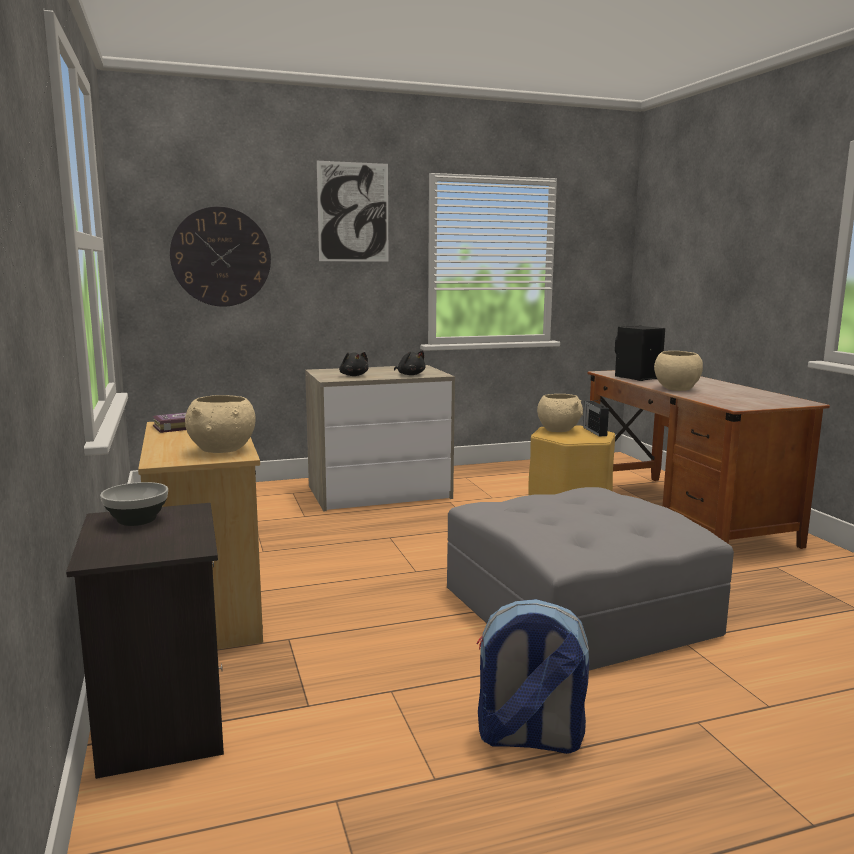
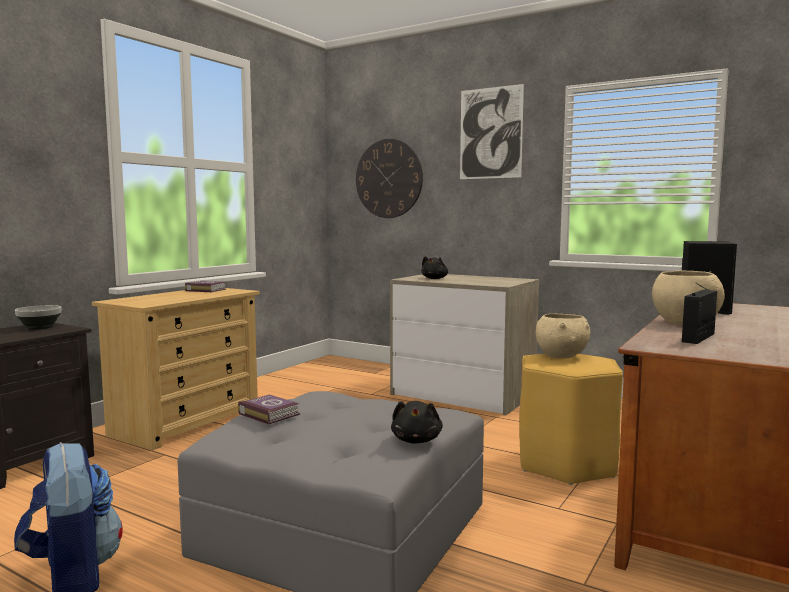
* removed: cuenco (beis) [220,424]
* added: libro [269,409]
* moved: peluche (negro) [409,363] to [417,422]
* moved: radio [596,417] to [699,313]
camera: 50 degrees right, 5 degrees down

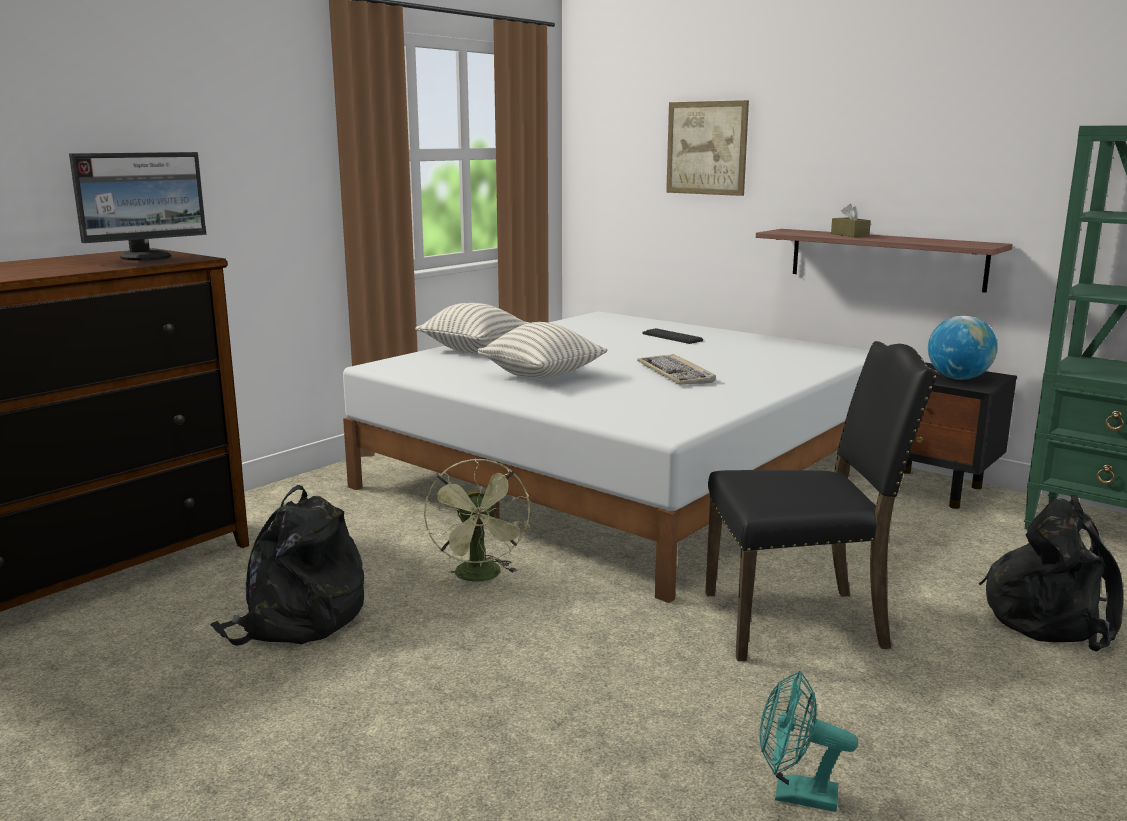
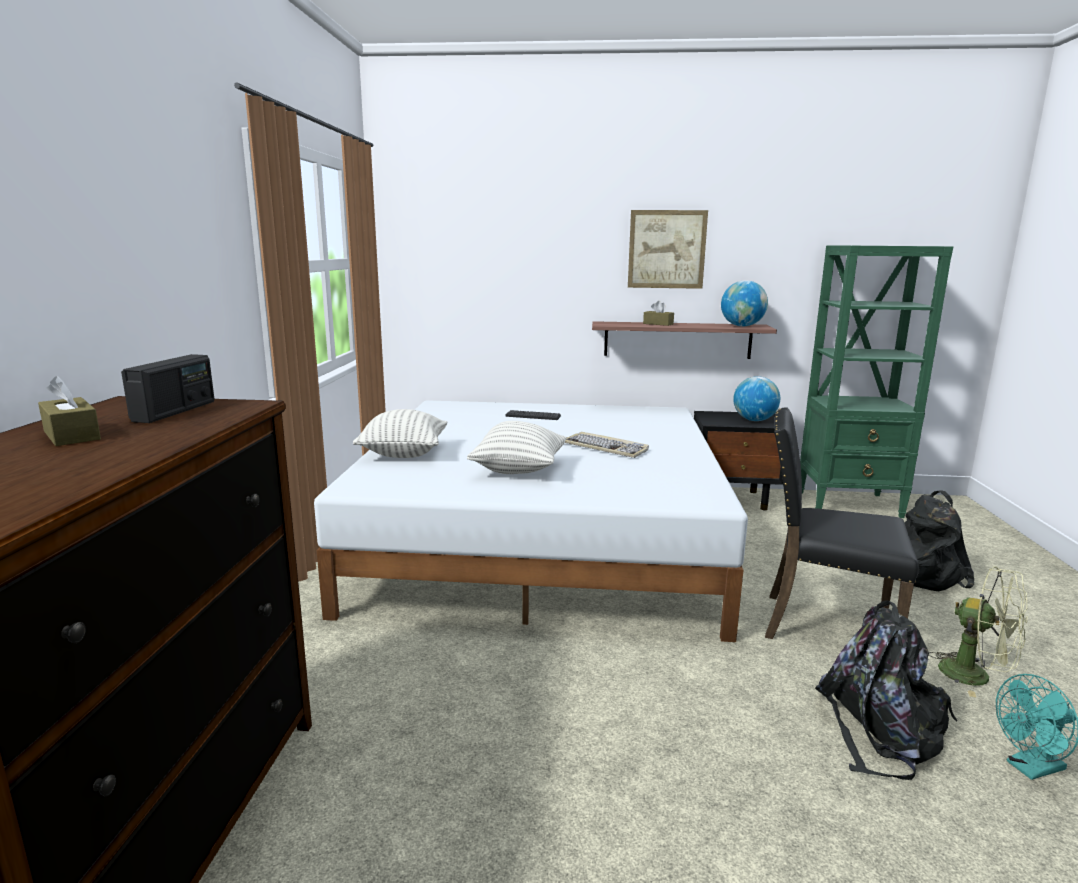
* added: caja de pañuelos (marrón) [69,411]
* added: globo terráqueo [744,303]
* moved: mochila (negro) [287,565] to [886,690]
* moved: ventilador (verde) [477,520] to [978,631]
* moved: cuadro [707,148] to [668,249]
* replaced: monitor [137,206] to radio [168,388]
* turned: silla (negro) [822,501] = [842,523] 120 degrees counterclockwise
camera: 35 degrees left, 0 degrees up

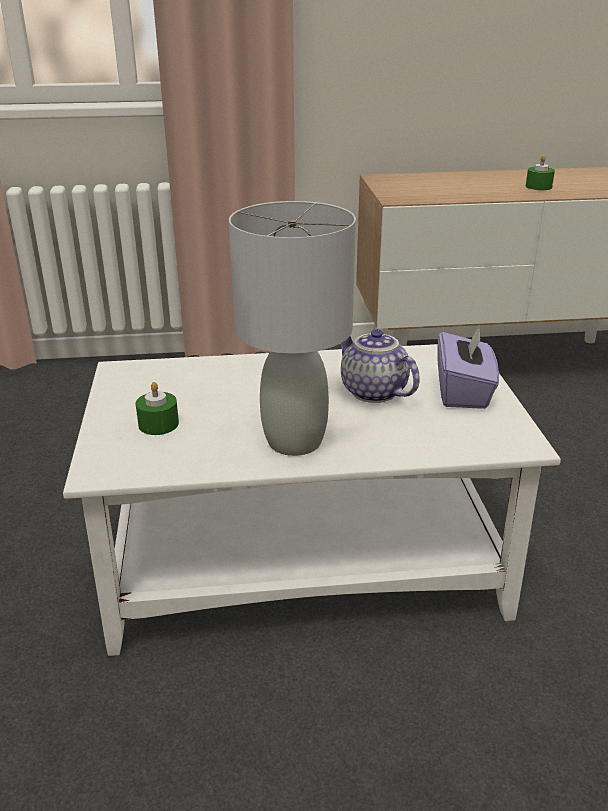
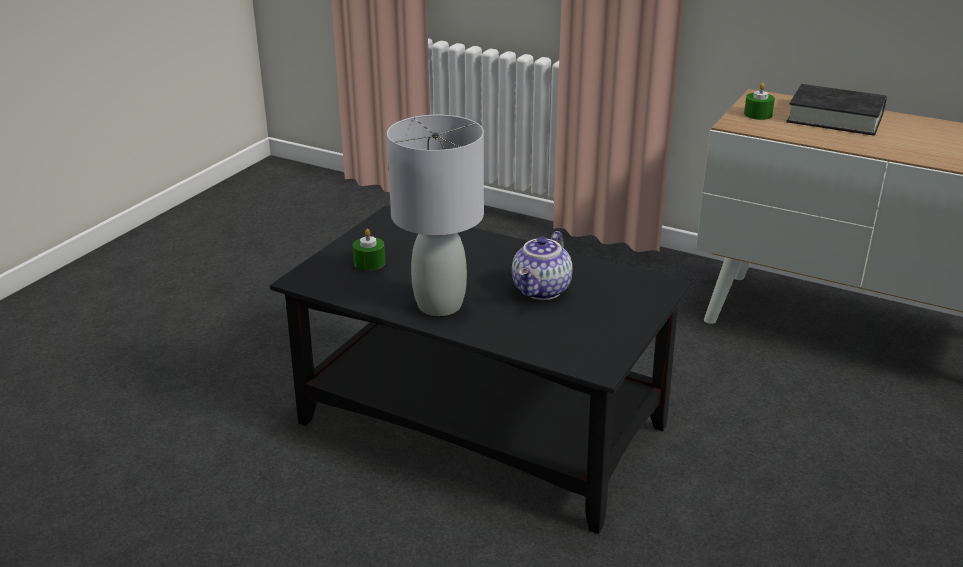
* removed: caja de pañuelos (morado) [468,366]
* added: libro (negro) [837,110]
* moved: vela (verde) [540,172] to [759,101]
* recoloured: mesa de centro (blanco) [312,500] to mesa de centro (negro) [481,370]
* turned: tetera [380,366] = [542,265] 150 degrees counterclockwise
camera: 35 degrees right, 0 degrees up

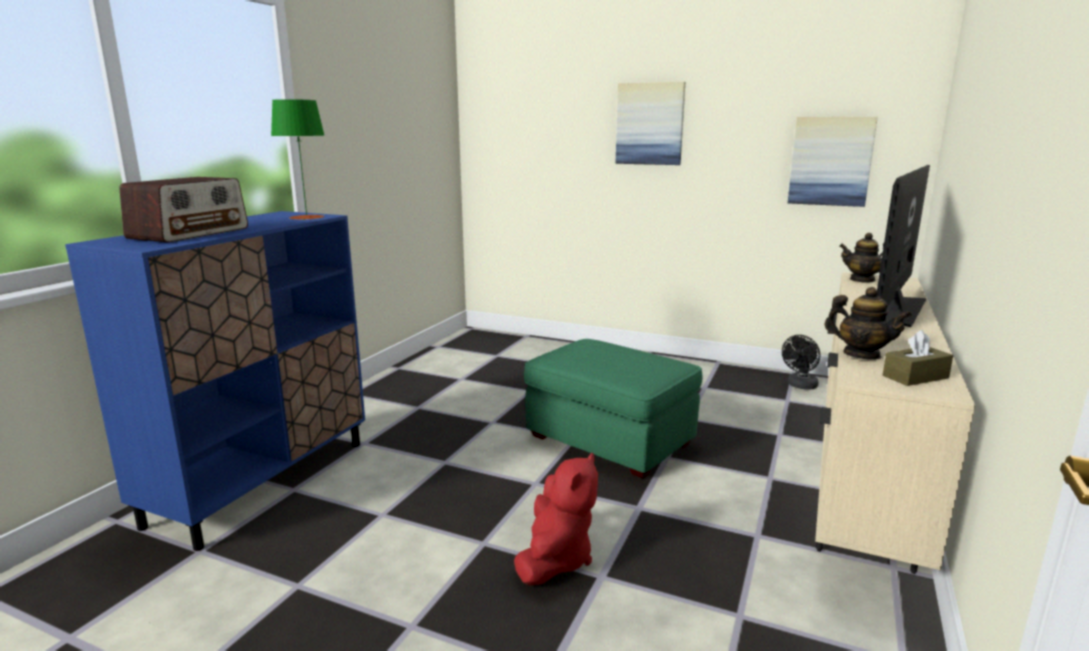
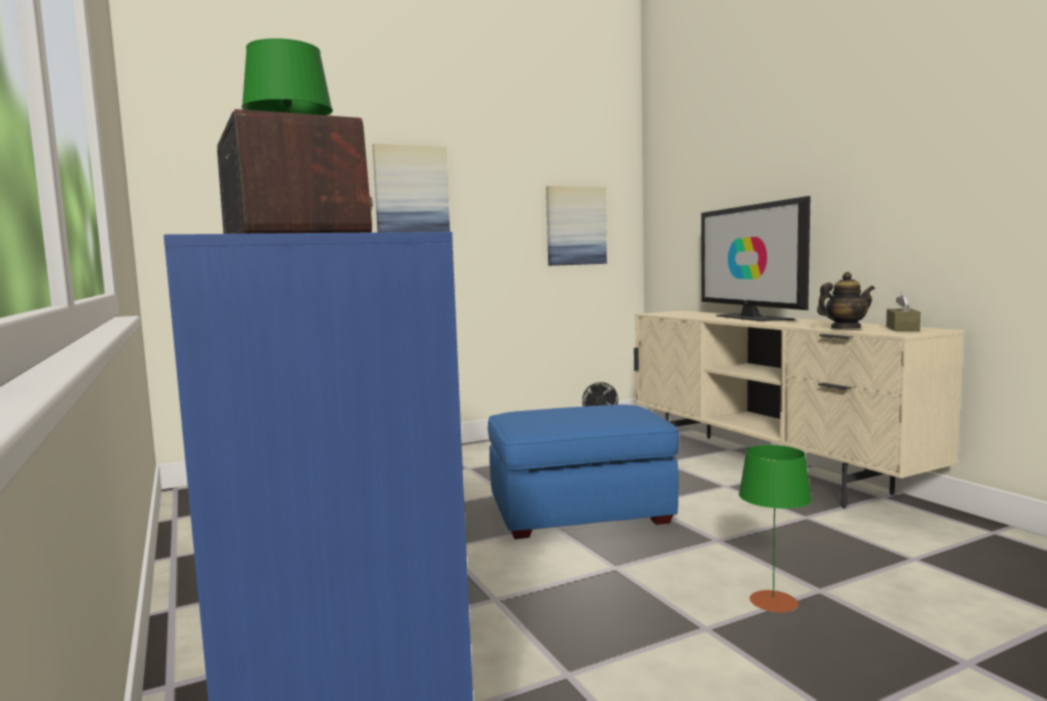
* removed: tetera [861,258]
* replaced: peluche (rojo) [556,519] to lámpara de mesa (verde) [775,529]
* recoloured: puf (verde) [613,408] to puf (azul) [583,471]
camera: 50 degrees left, 10 degrees down

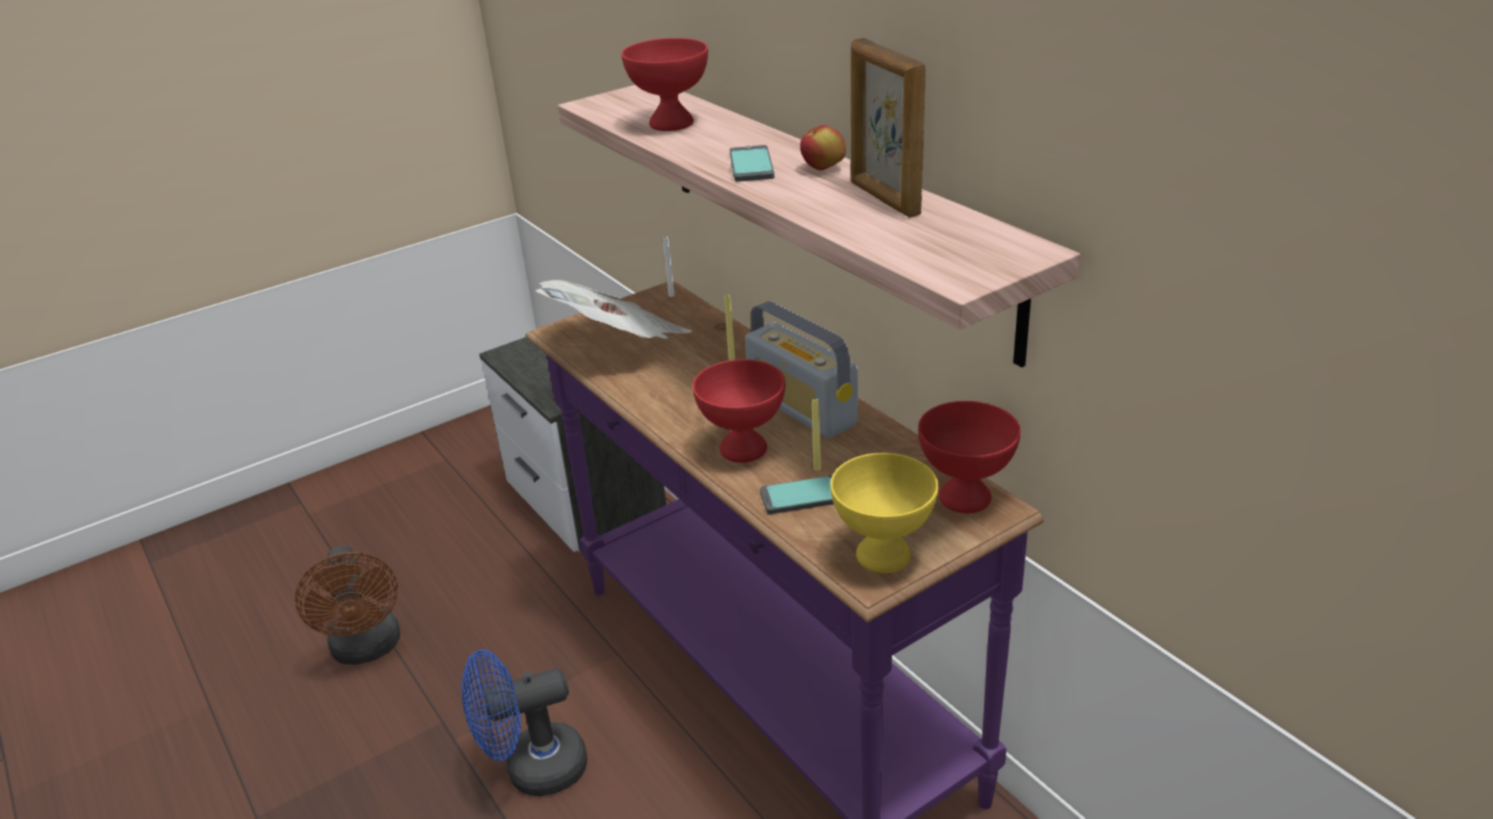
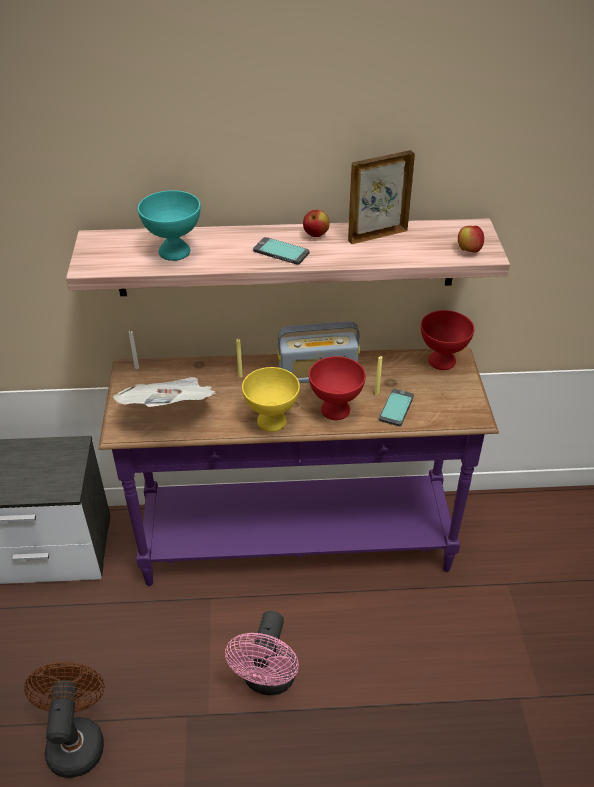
* added: manzana [471,239]
* moved: cuenco (amarillo) [884,513] to [271,399]
* recoloured: ventilador (azul) [524,723] to ventilador (rosa) [262,653]
* recoloured: cuenco (rojo) [664,84] to cuenco (turquesa) [169,225]
* turned: ventilador (marrón) [347,605] = [64,720] 105 degrees counterclockwise
* turned: portarretratos [888,128] = [381,197] 150 degrees clockwise
camera: 60 degrees left, 10 degrees up

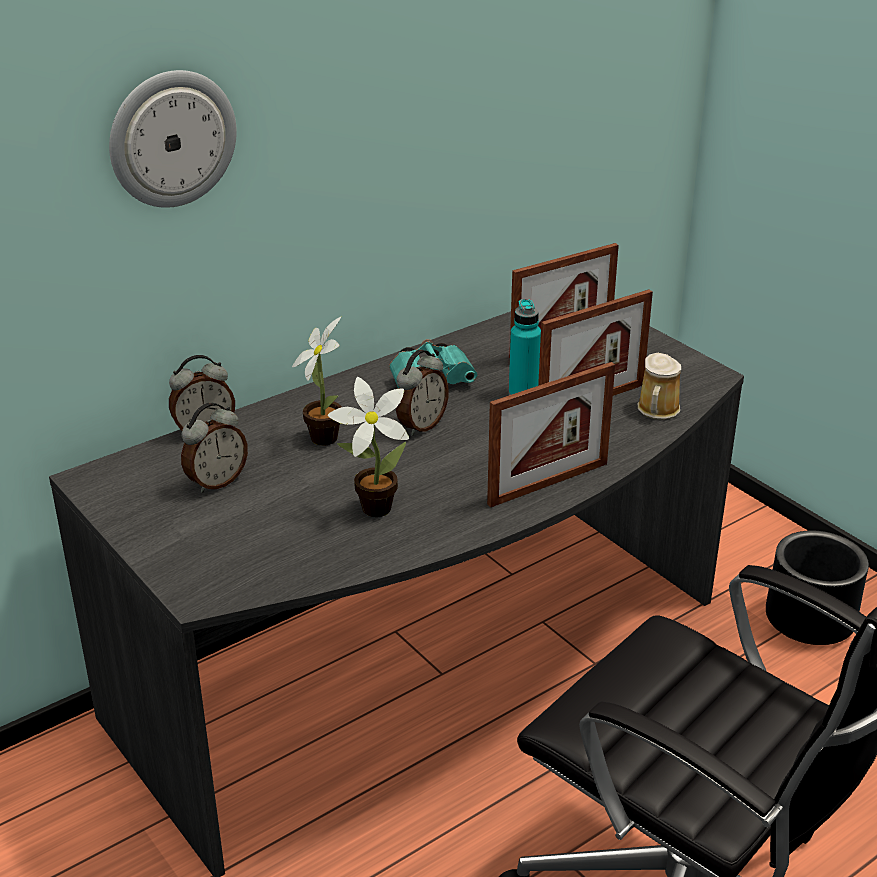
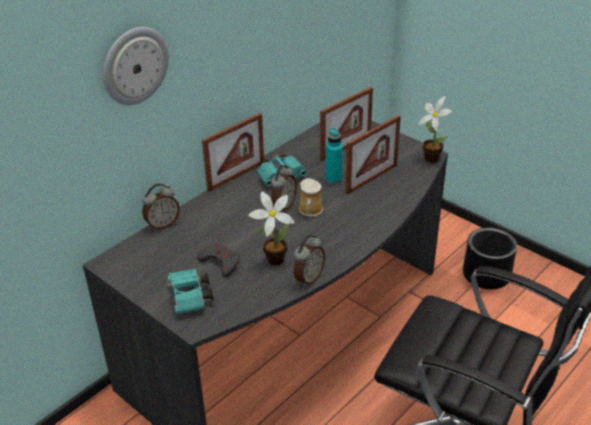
* added: prismáticos (turquesa) [191,292]
* added: mando de consola (gris) [218,260]
* moved: despertador [214,447] to [309,261]
* moved: planta en maceta [317,381] to [435,129]
* moved: portarretratos [551,434] to [233,152]
* moved: taza grande [659,386] to [311,197]
camera: 10 degrees left, 5 degrees up

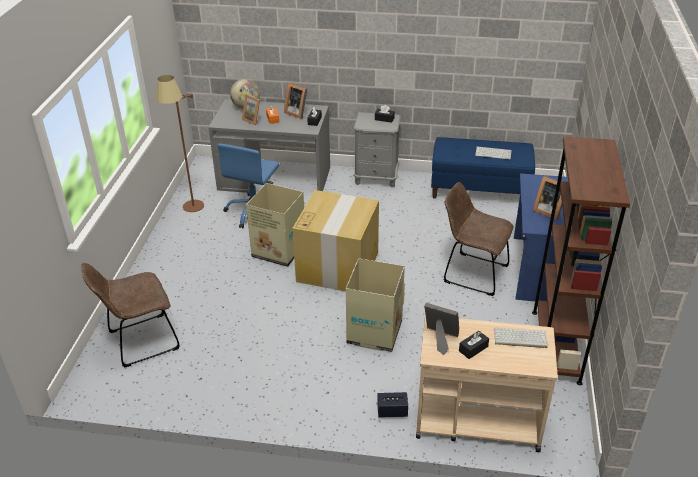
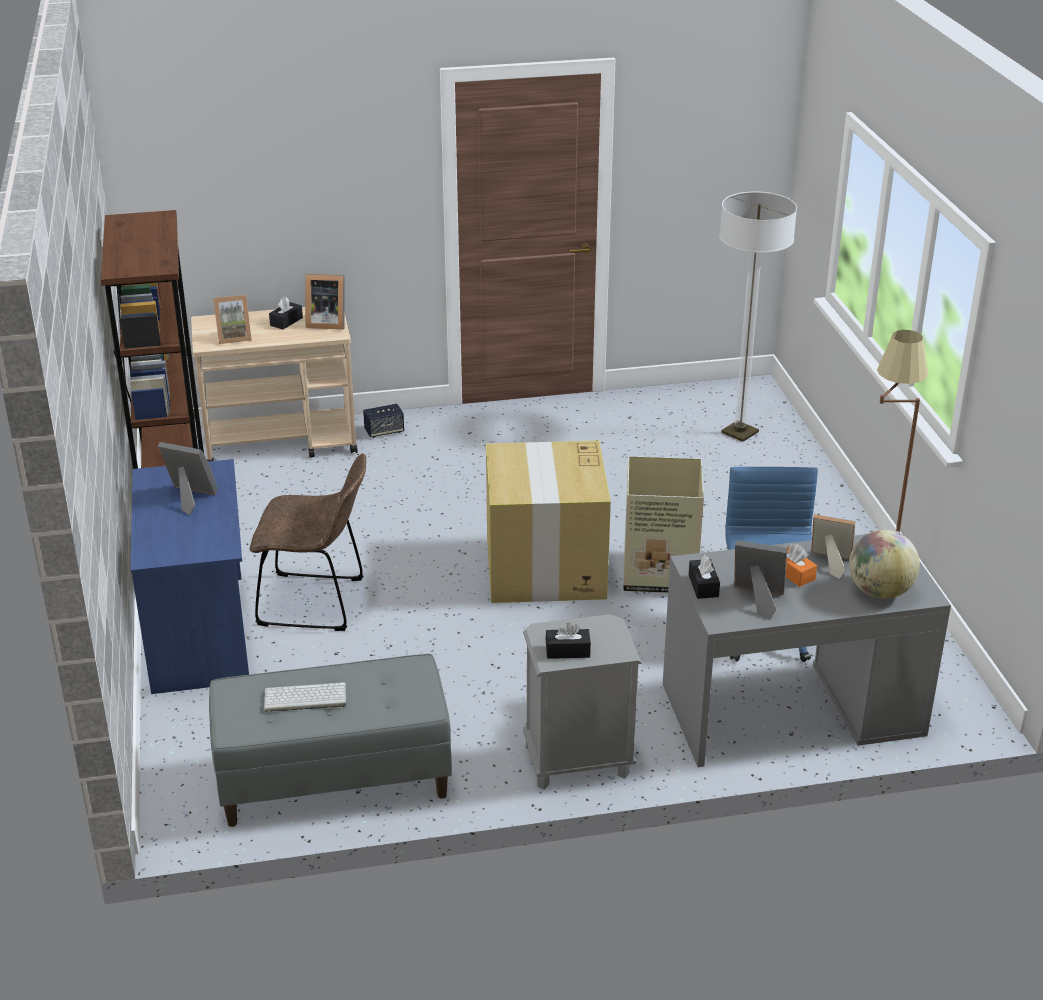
* removed: caja de cartón [375,305]
* replaced: silla (marrón) [130,315] to lámpara de pie [758,317]
* replaced: teclado [521,338] to portarretratos [232,319]
* recoloured: banco (azul) [483,167] to banco (gris) [330,740]
camera: 160 degrees right, 5 degrees down

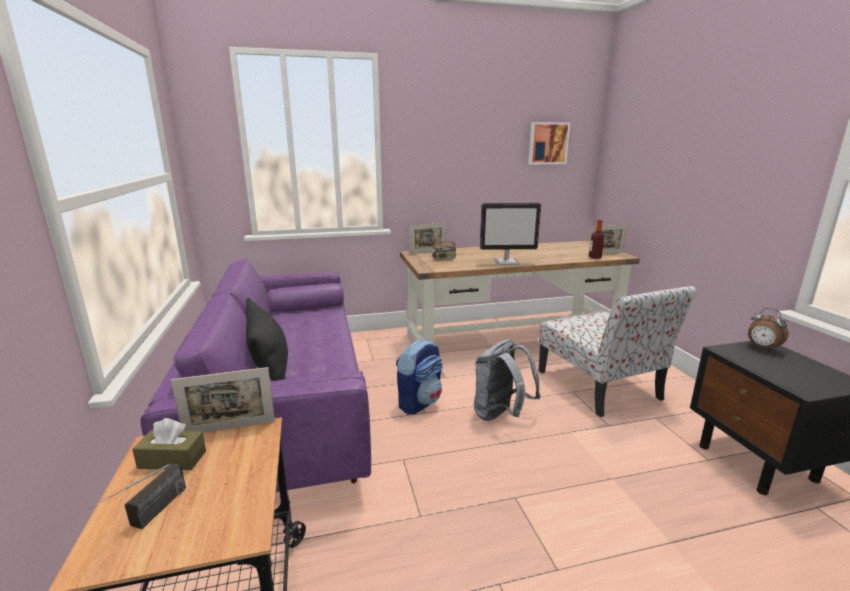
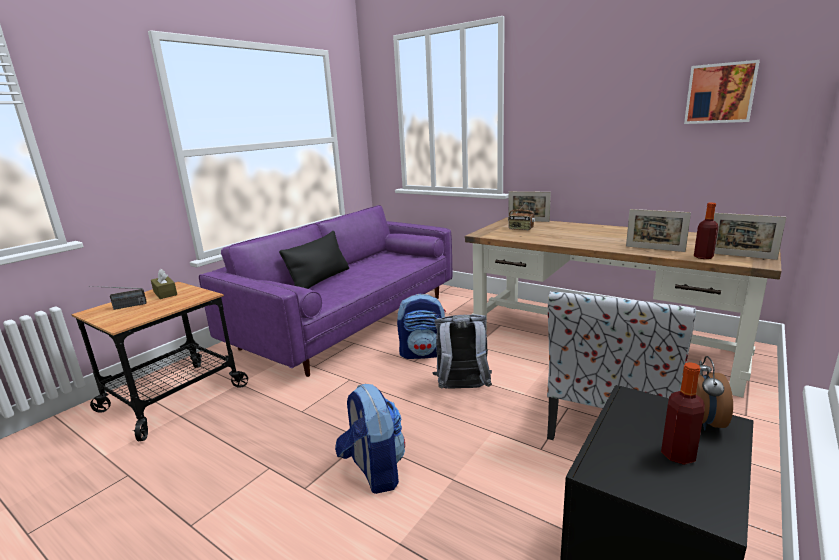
* removed: monitor [510,234]
* added: mochila [370,439]
* added: botella [683,413]
* moved: portarretratos [223,400] to [658,230]
camera: 50 degrees right, 0 degrees up

